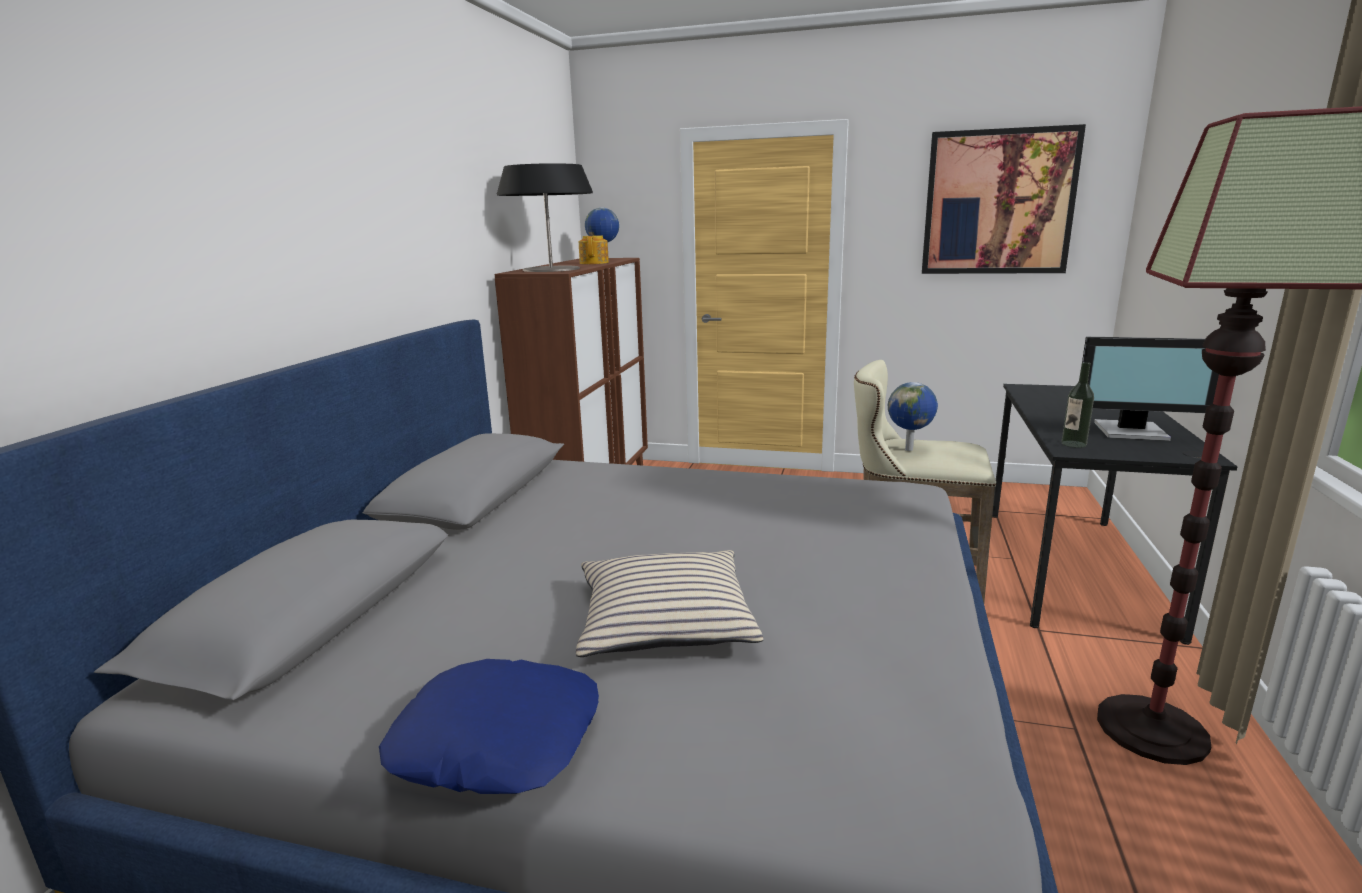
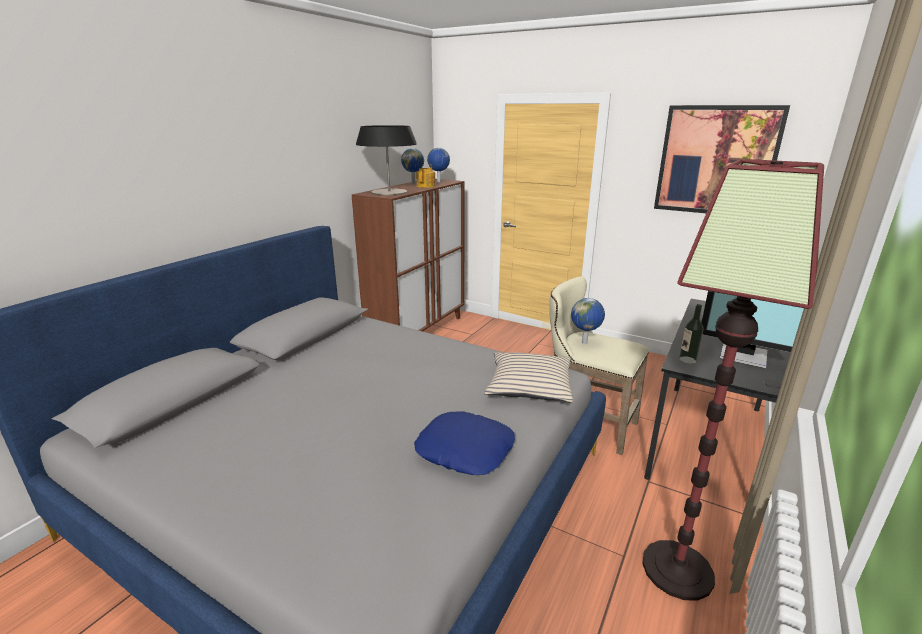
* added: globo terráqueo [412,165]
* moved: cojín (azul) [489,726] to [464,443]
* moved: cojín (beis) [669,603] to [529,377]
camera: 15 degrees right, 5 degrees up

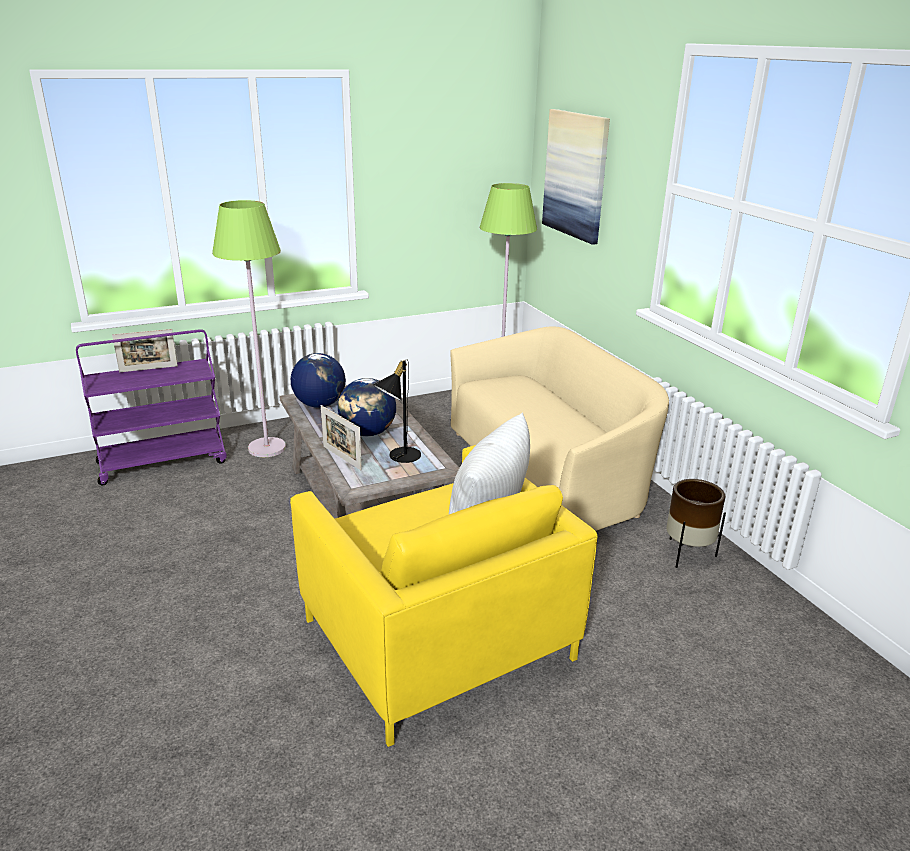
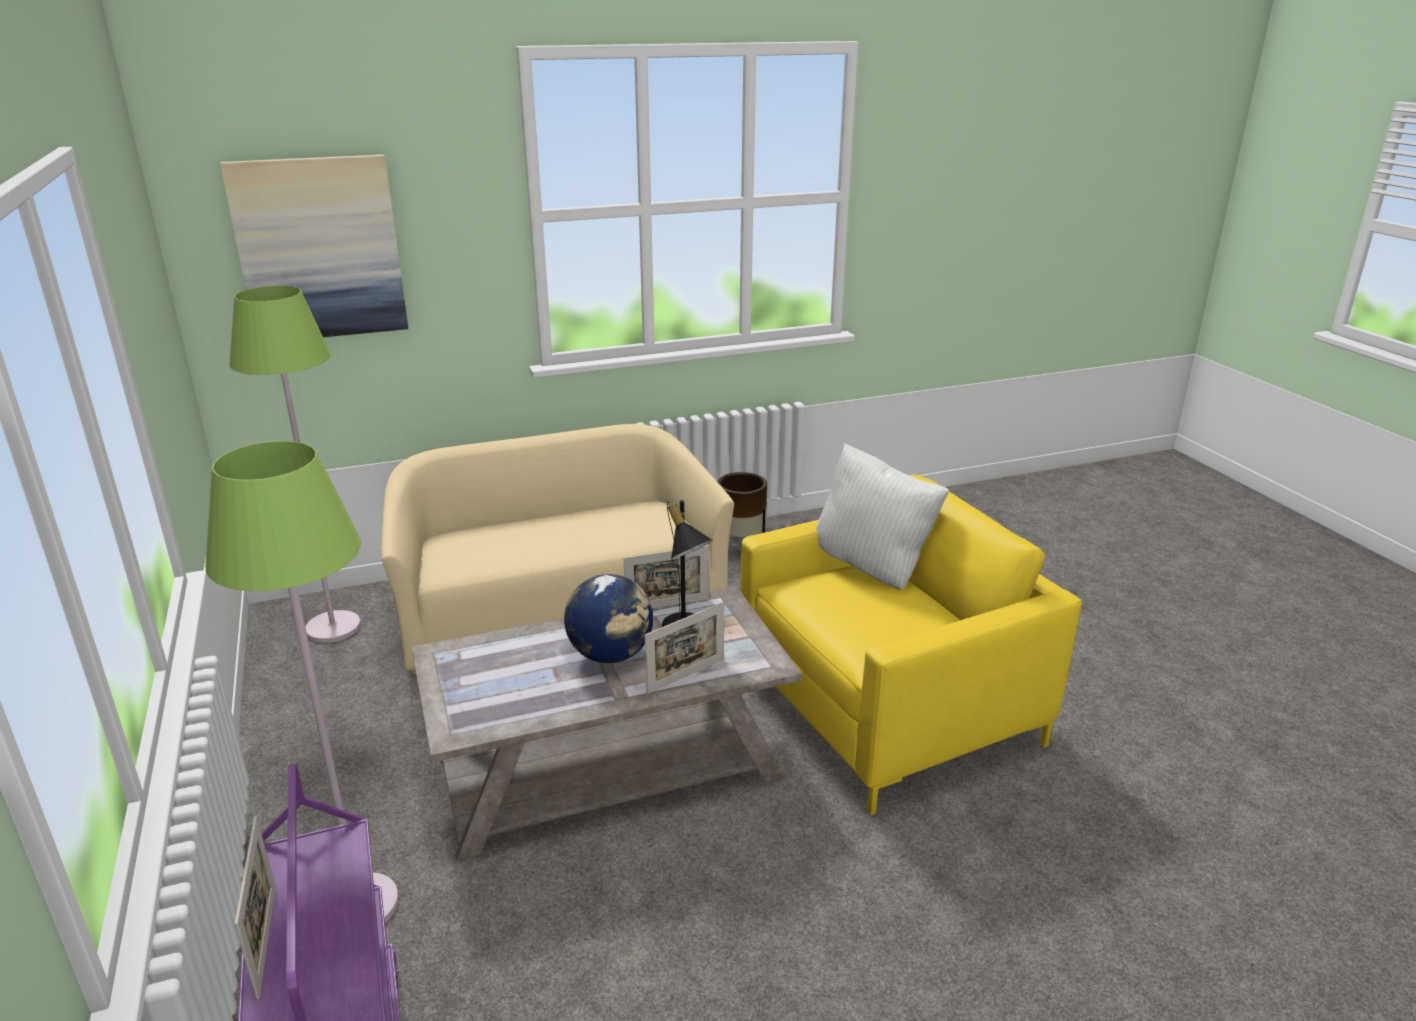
* removed: globo terráqueo [318,380]
* added: portarretratos [666,576]
camera: 85 degrees left, 0 degrees up

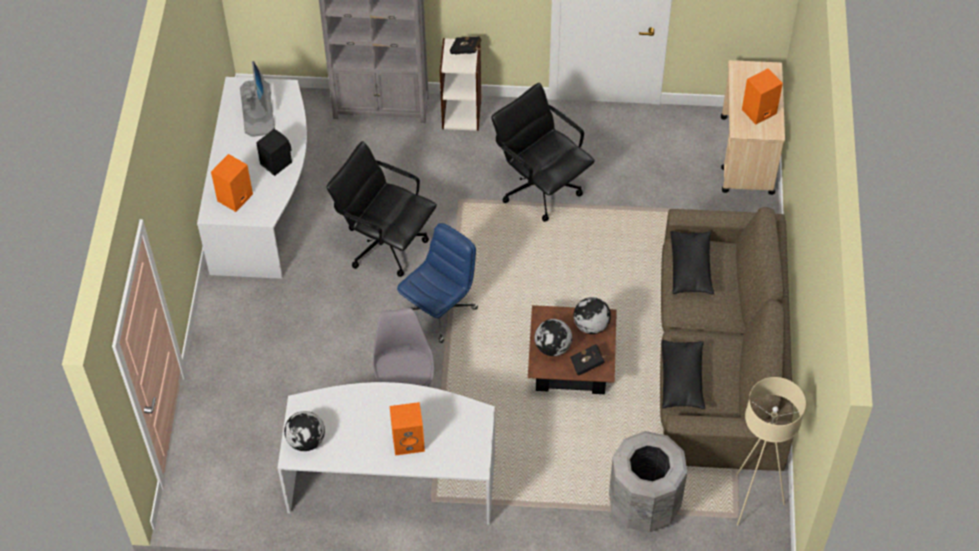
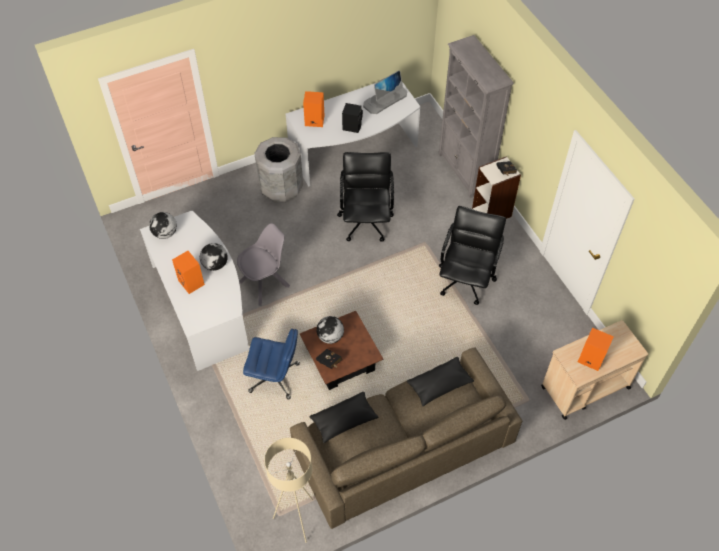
* moved: silla de oficina (azul) [437,283] to [271,364]
* moved: globo terráqueo [592,315] to [214,257]
* moved: papelera (gris) [648,481] to [278,170]
camera: 60 degrees right, 0 degrees up

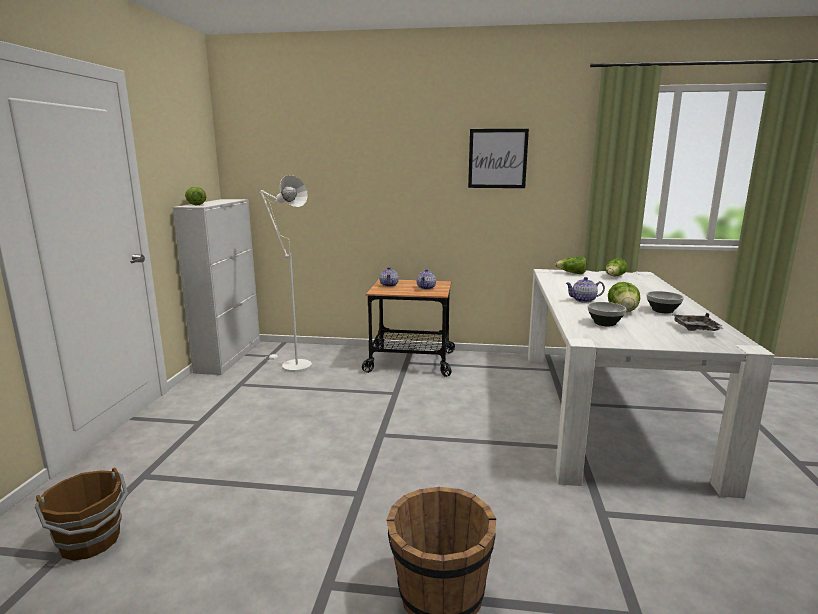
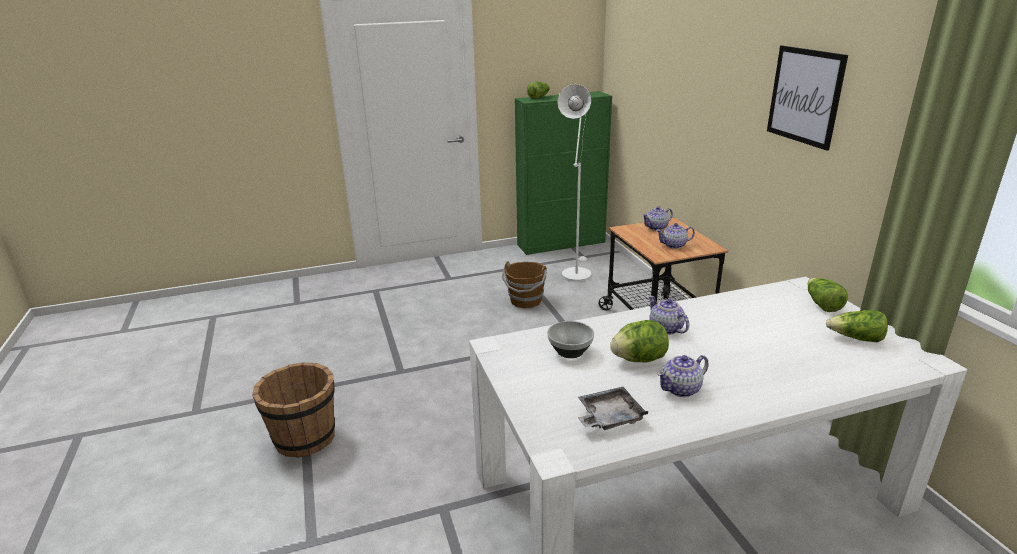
* moved: cubo (marrón) [81,514] to [524,284]
* replaced: cuenco [665,302] to tetera [683,376]
* recoloured: armario (blanco) [216,287] to armario (verde) [563,173]
camera: 65 degrees right, 10 degrees up

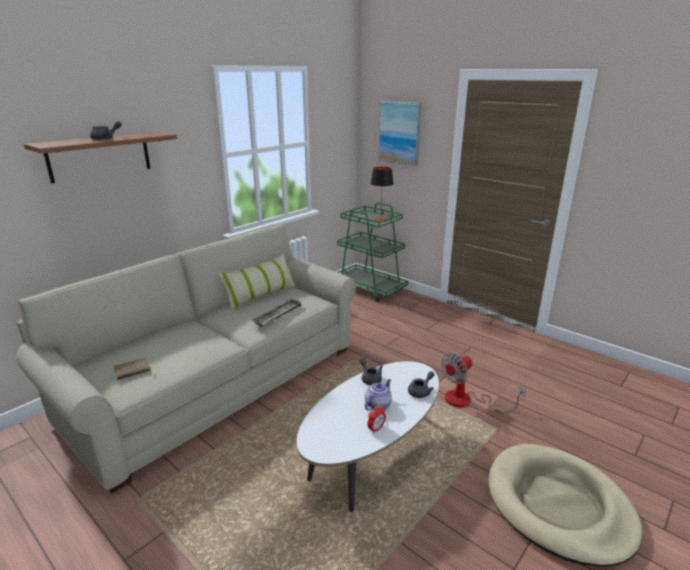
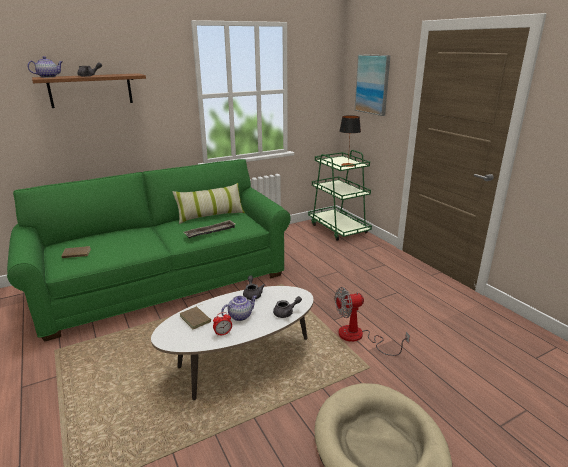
* added: tetera [44,67]
* added: libro (marrón) [195,317]
* recoloured: sofá (beis) [186,359] to sofá (verde) [149,250]
camera: 20 degrees right, 0 degrees up

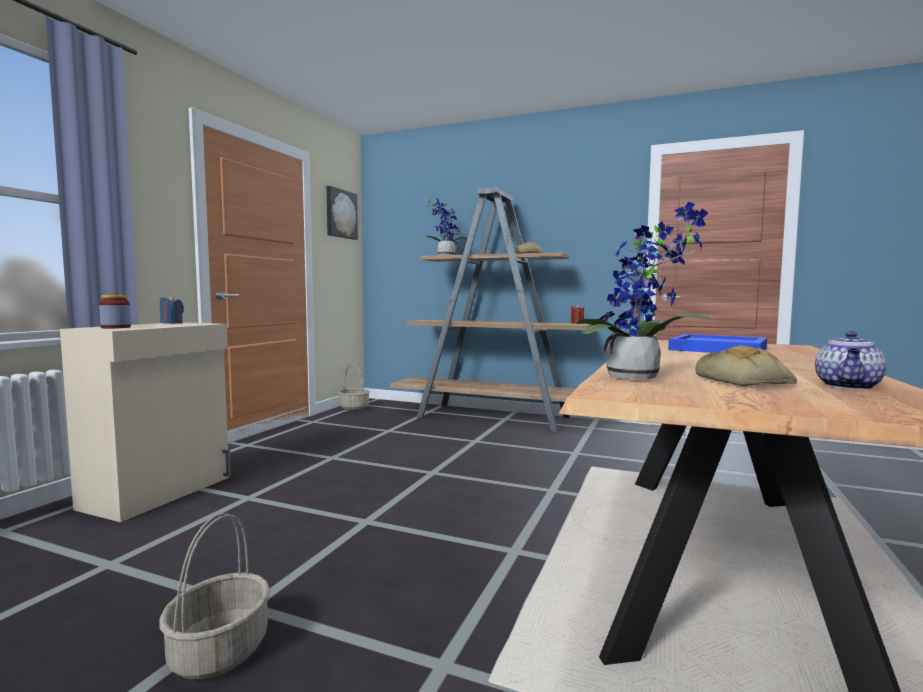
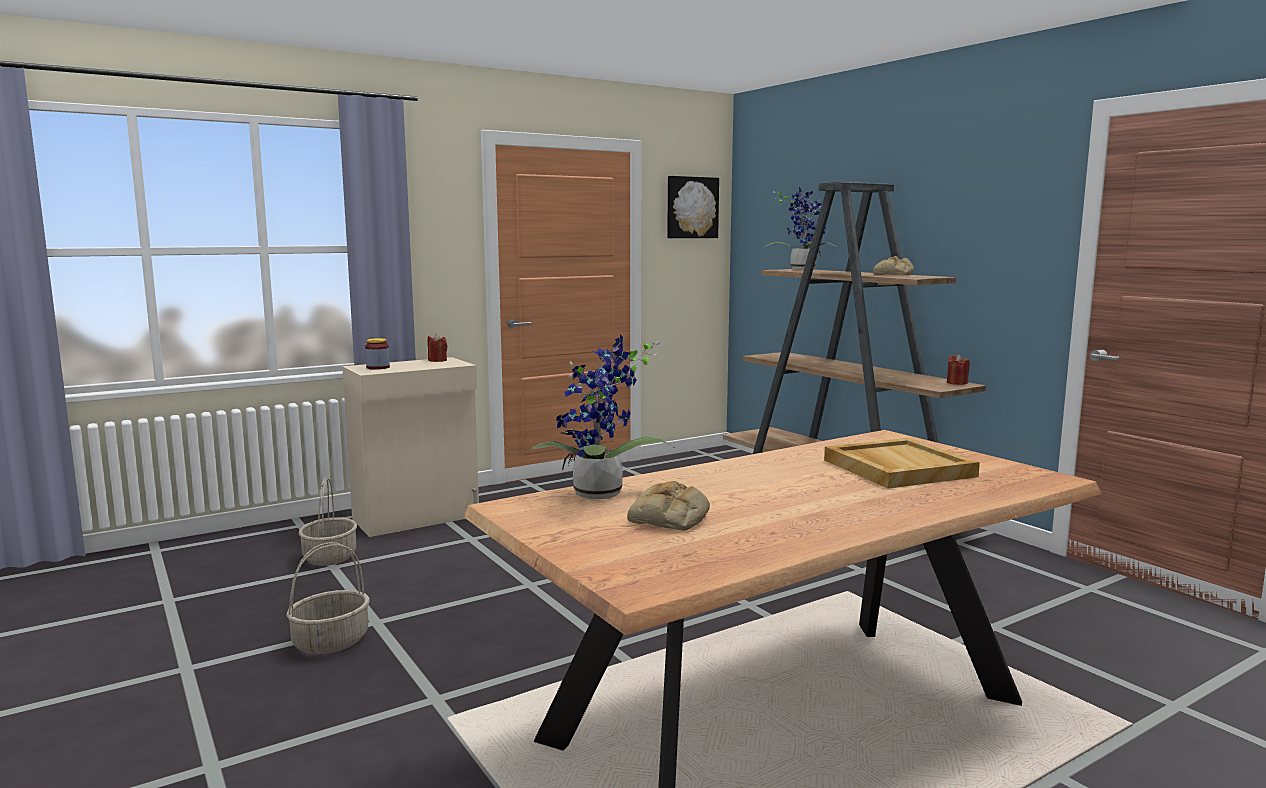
* removed: tetera [850,360]
* moved: cesta [354,387] to [328,521]
* recoloured: vela (azul) [172,309] to vela (rojo) [437,348]
* recoloured: bandeja (azul) [717,343] to bandeja (beis) [902,463]
camera: 35 degrees right, 5 degrees up

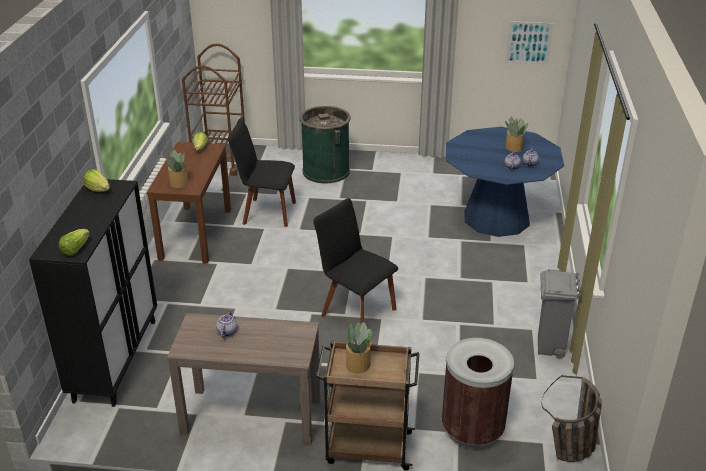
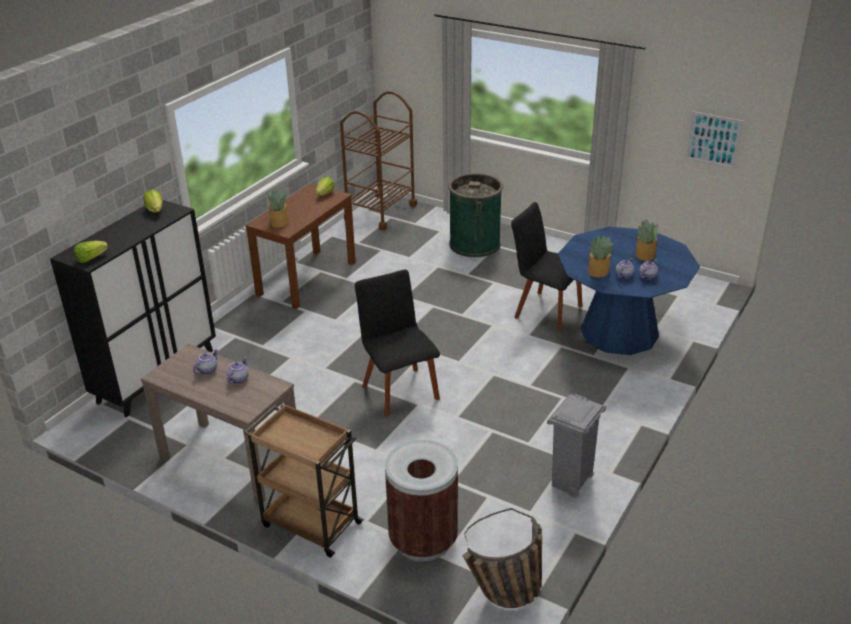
* added: tetera [238,370]
* moved: silla (negro) [262,172] to [546,266]
* moved: planta en maceta [359,348] to [601,256]
camera: 25 degrees right, 0 degrees up

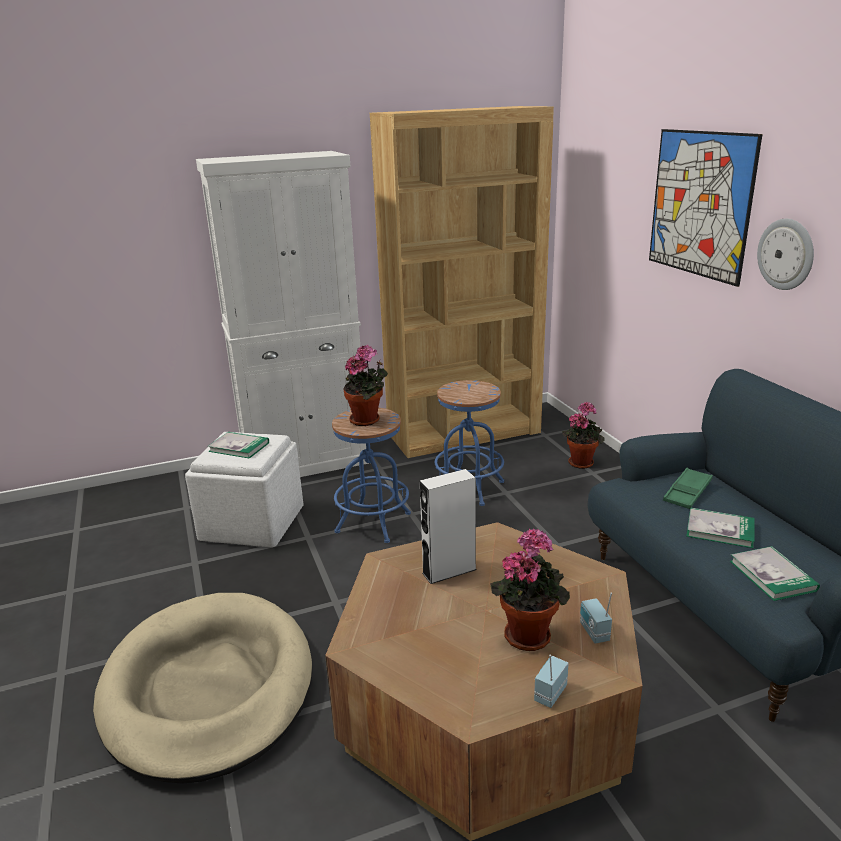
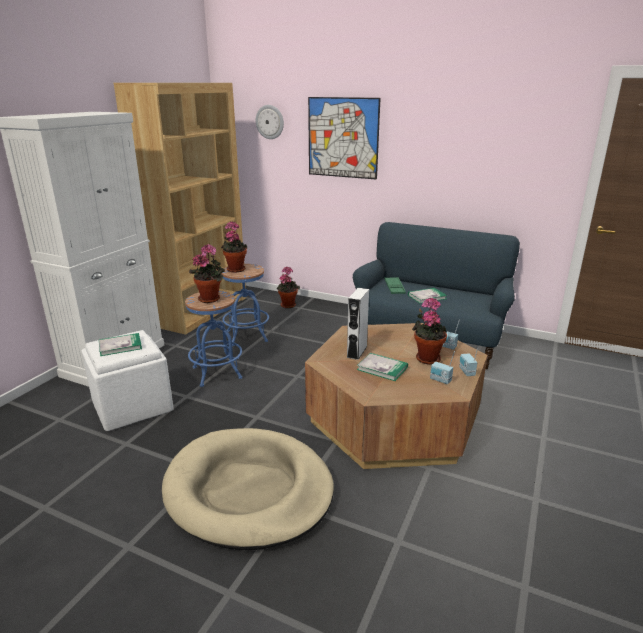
* added: planta en maceta [234,247]
* added: radio [442,367]
* moved: libro [775,573] to [382,367]
* moved: reloj de pared [785,254] to [270,122]
camera: 45 degrees left, 0 degrees up

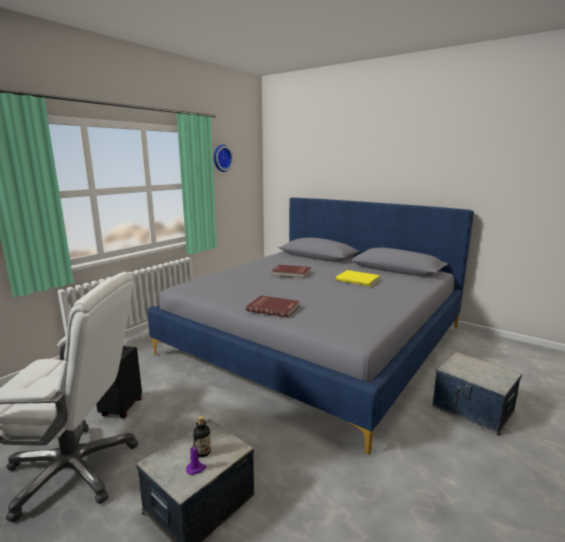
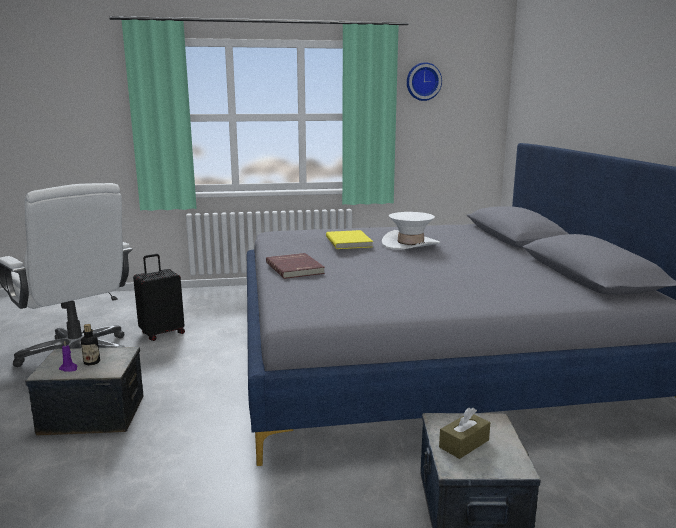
* added: caja de pañuelos (marrón) [464,433]
* moved: libro (amarillo) [358,278] to [349,239]
* replaced: libro (rojo) [291,271] to sombrero (blanco) [411,231]
camera: 45 degrees right, 0 degrees up

